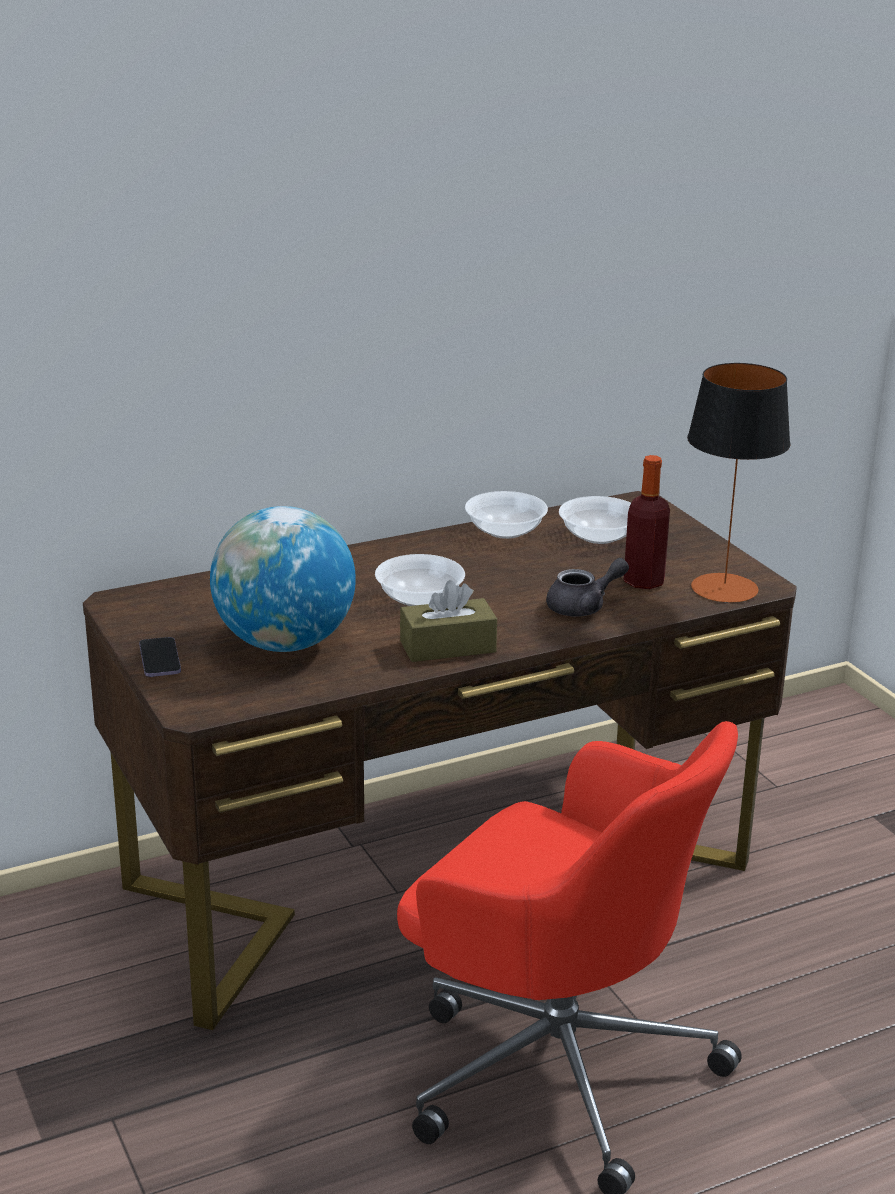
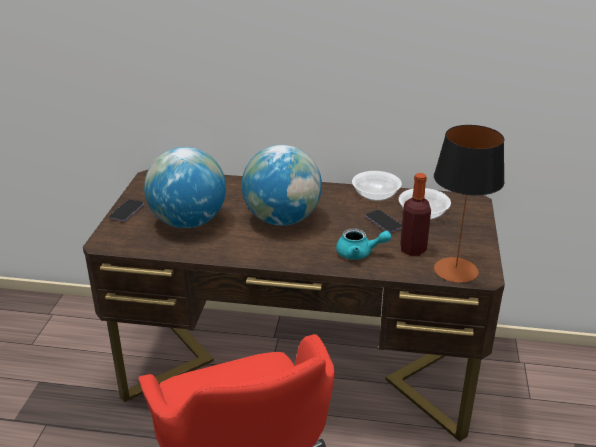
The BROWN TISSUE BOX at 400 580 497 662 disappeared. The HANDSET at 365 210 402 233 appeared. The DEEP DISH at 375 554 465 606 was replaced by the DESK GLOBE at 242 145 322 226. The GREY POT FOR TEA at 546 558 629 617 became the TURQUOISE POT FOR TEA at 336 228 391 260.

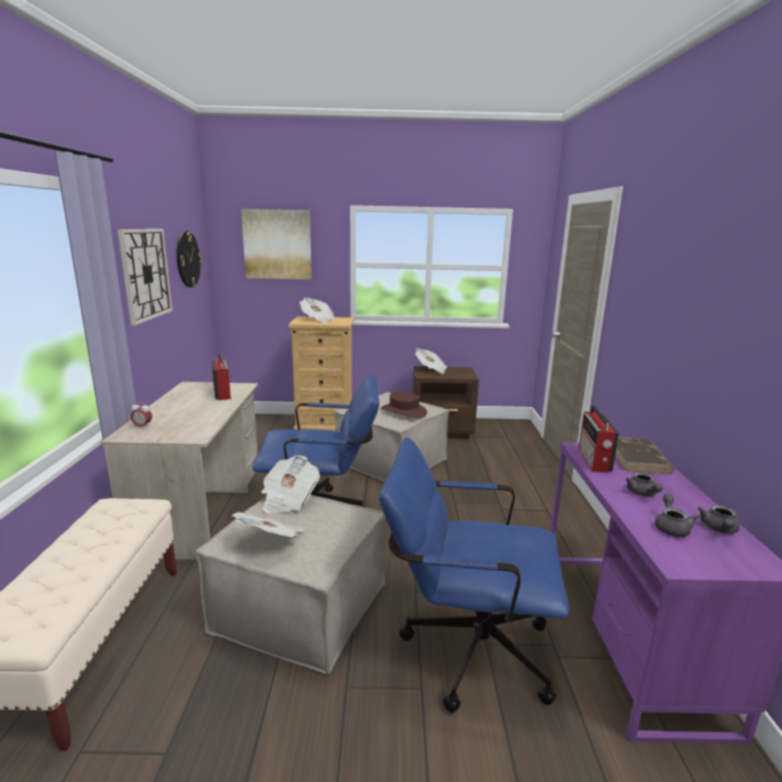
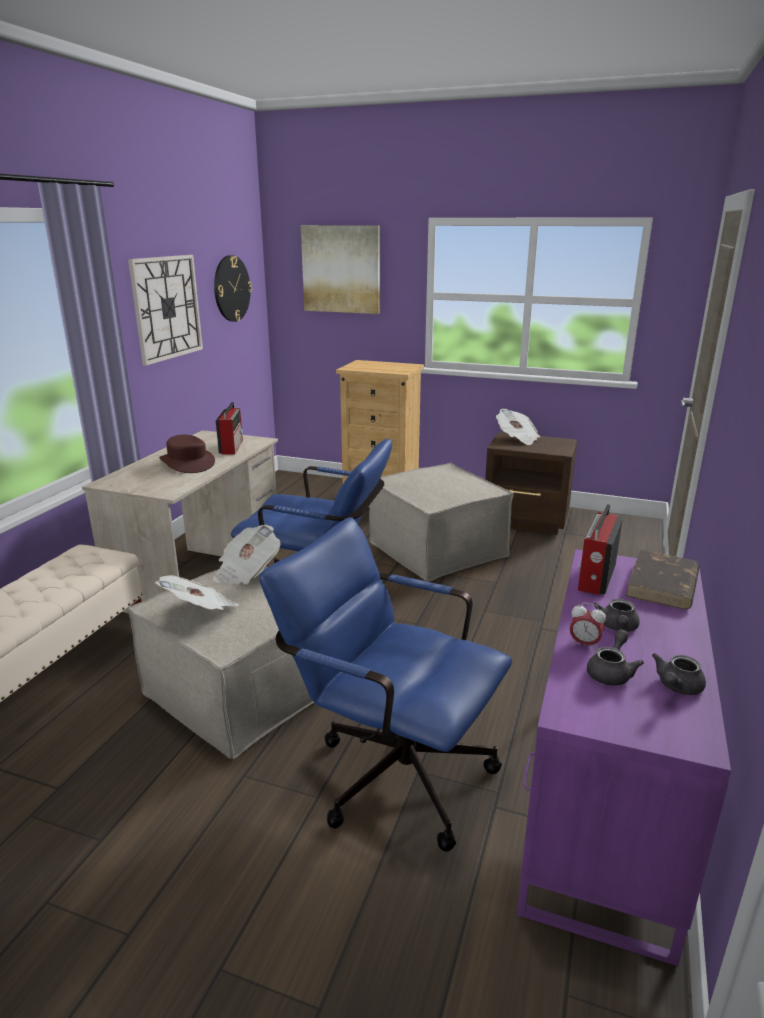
The PRINTED PAPER at 299 298 336 323 disappeared. The ALARM CLOCK moved from 131 402 152 428 to 570 602 606 650. The BROWN CLOTHING HAT moved from 381 391 427 418 to 159 435 215 473.

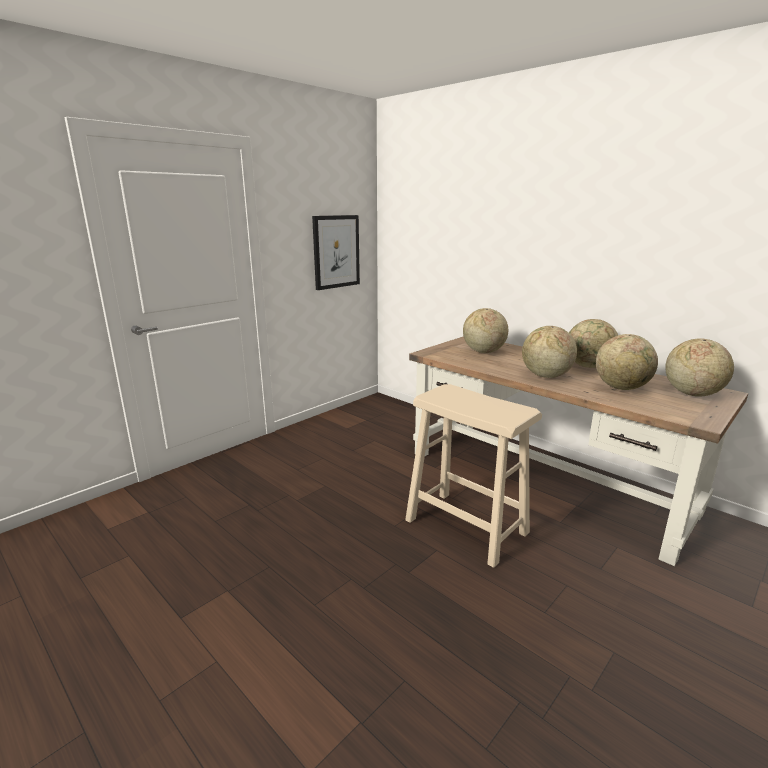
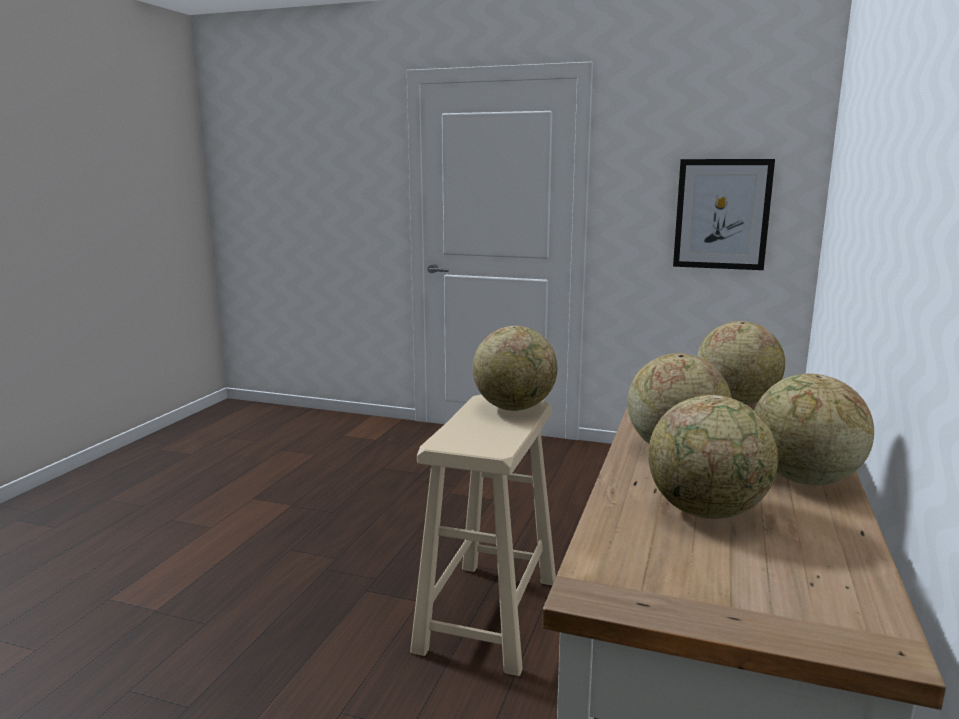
The DESK GLOBE moved from 665 338 734 397 to 473 326 557 411.

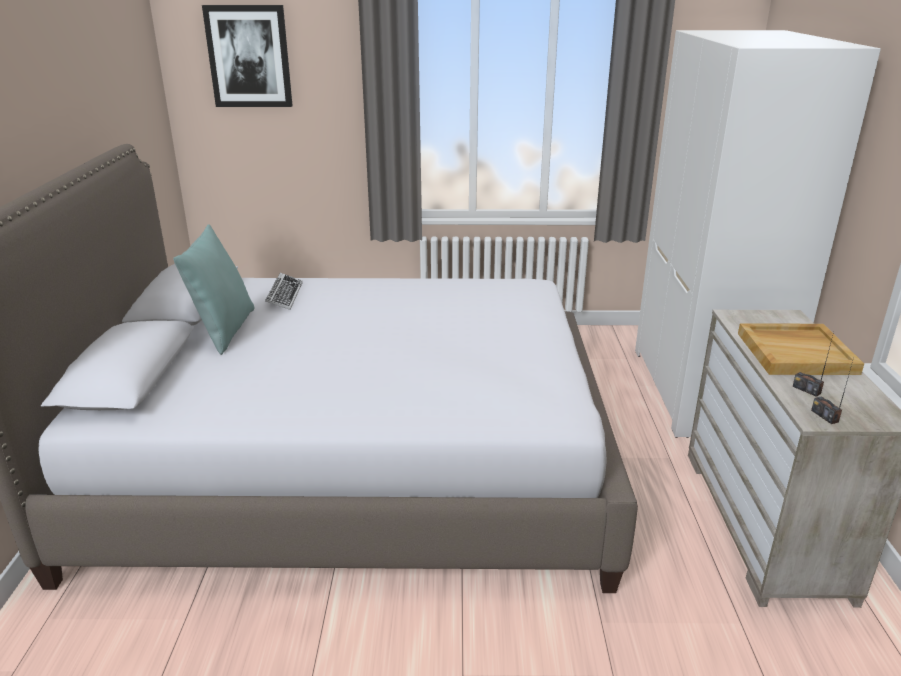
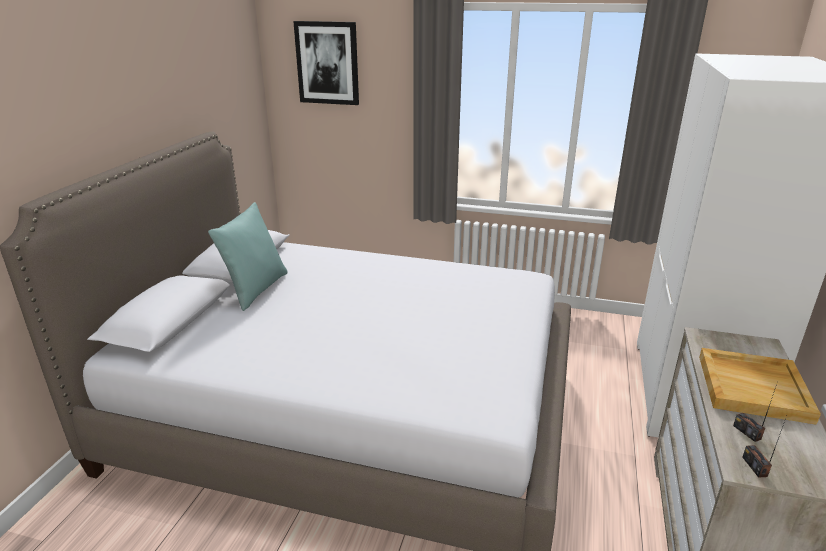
The KEYBOARD at 265 273 303 310 disappeared.

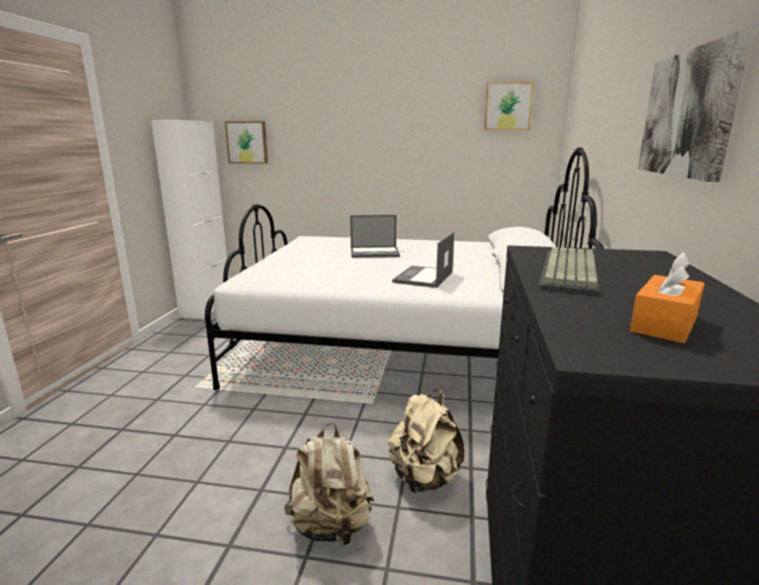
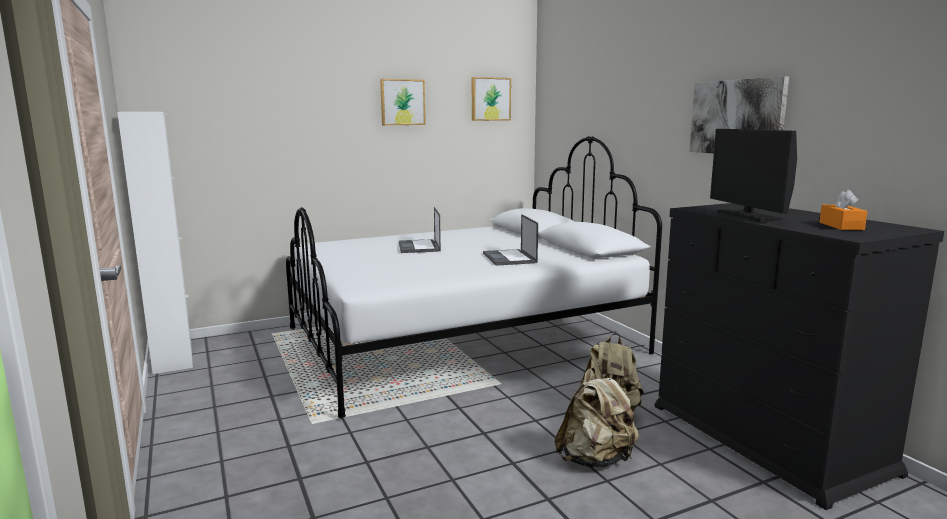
The WALL PICTURE moved from 225 121 268 164 to 380 79 426 125. The KEYBOARD at 539 247 600 295 was replaced by the MONITOR at 710 129 797 221. The NOTEBOOK COMPUTER at 350 215 400 258 turned 120 degrees clockwise.

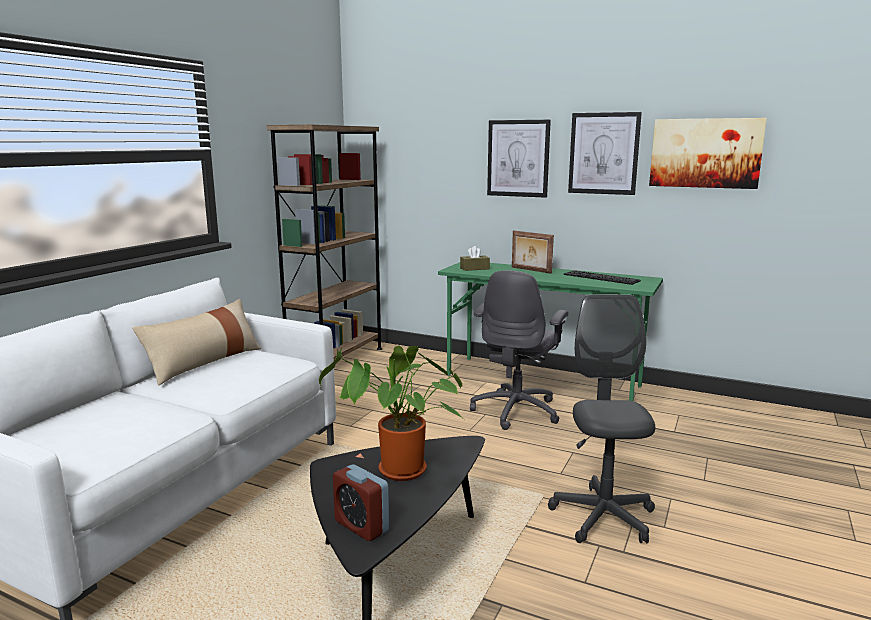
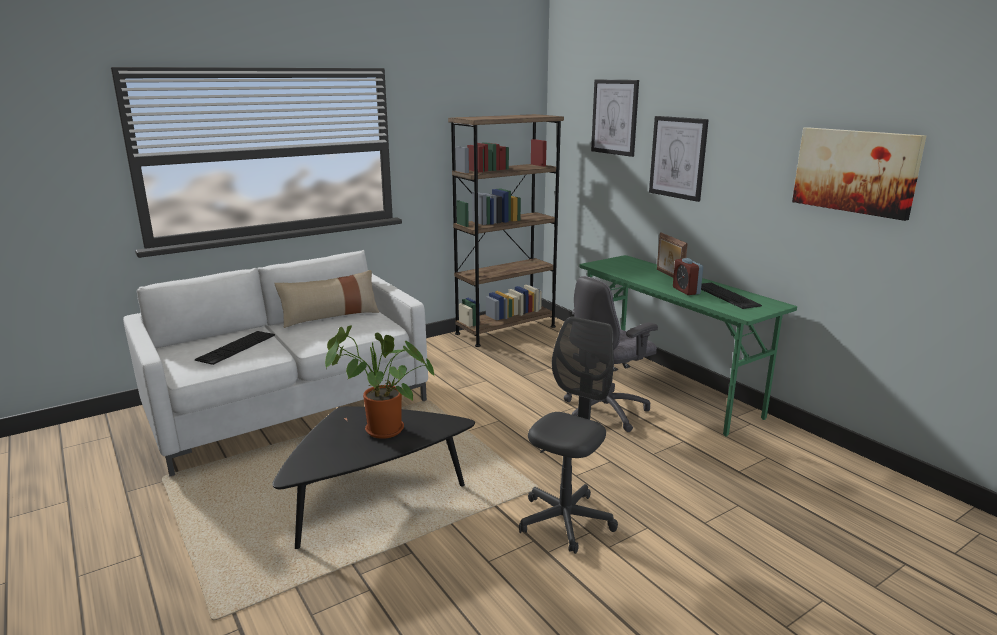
The BROWN TISSUE BOX at 460 246 490 271 disappeared. The KEYBOARD at 195 331 275 365 appeared. The ALARM CLOCK moved from 333 464 389 541 to 673 258 703 295. The WALL PICTURE moved from 568 112 642 195 to 591 80 639 157.

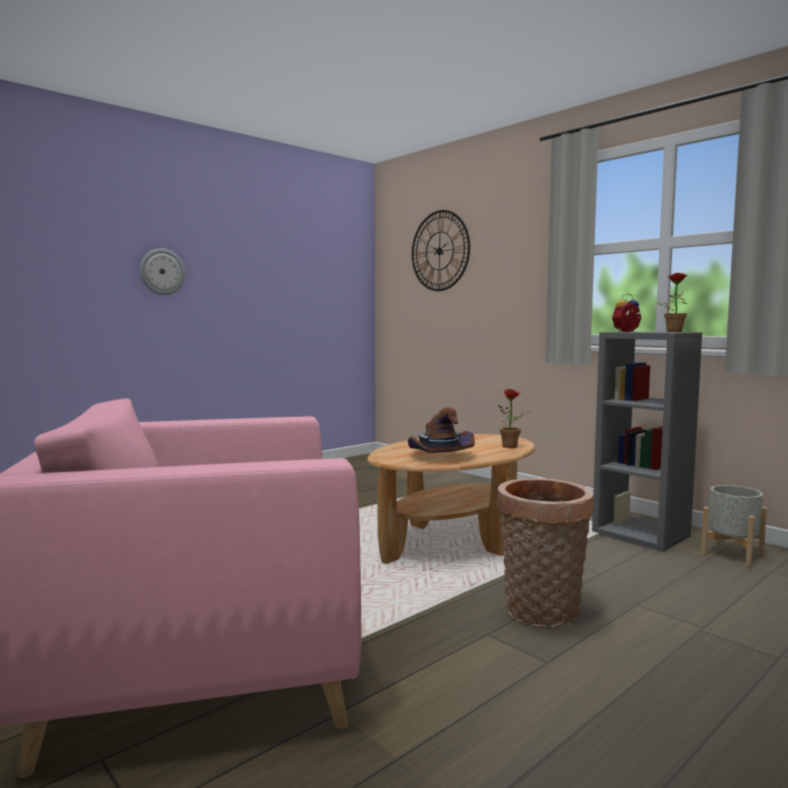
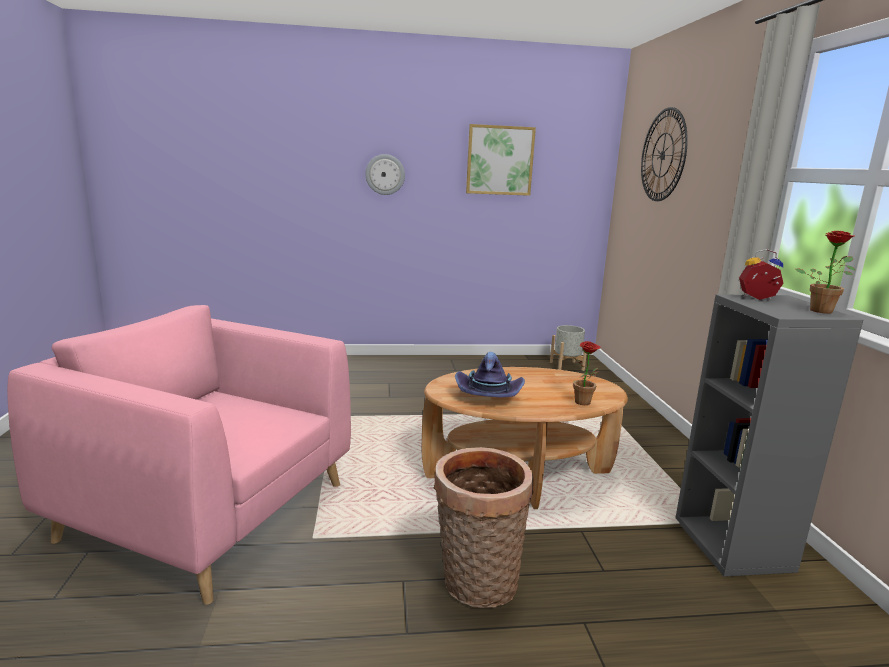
The WALL PICTURE at 466 124 536 196 appeared. The GREY PLANT POT moved from 701 485 767 567 to 550 325 587 371. The BROWN CLOTHING HAT at 408 407 475 453 became the PURPLE-COLOURED CLOTHING HAT at 455 352 525 397.

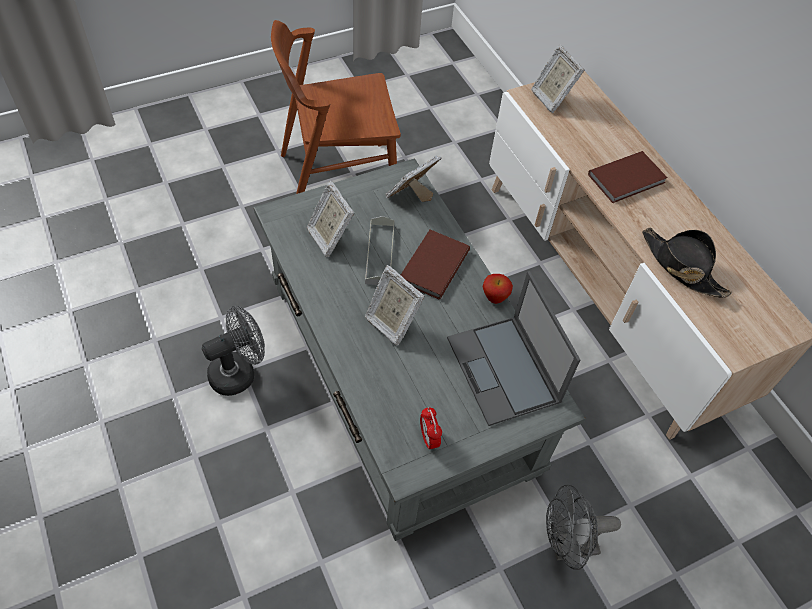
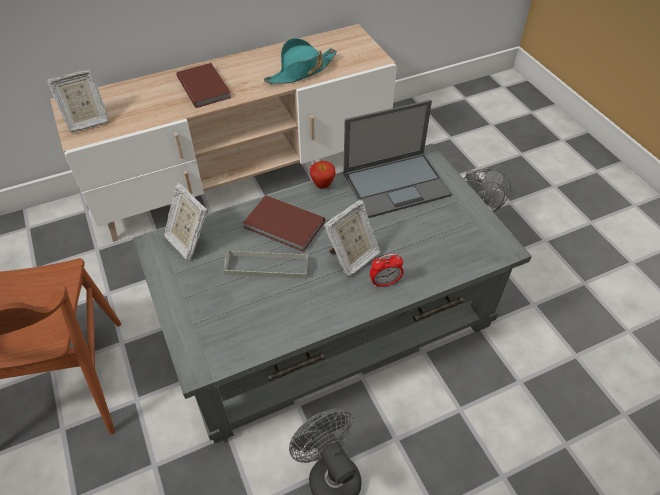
The STANDING FRAME at 307 181 354 257 disappeared. The ALARM CLOCK moved from 420 407 442 449 to 370 254 403 287. The BLACK CLOTHING HAT at 642 227 732 298 became the TURQUOISE CLOTHING HAT at 264 38 337 84.

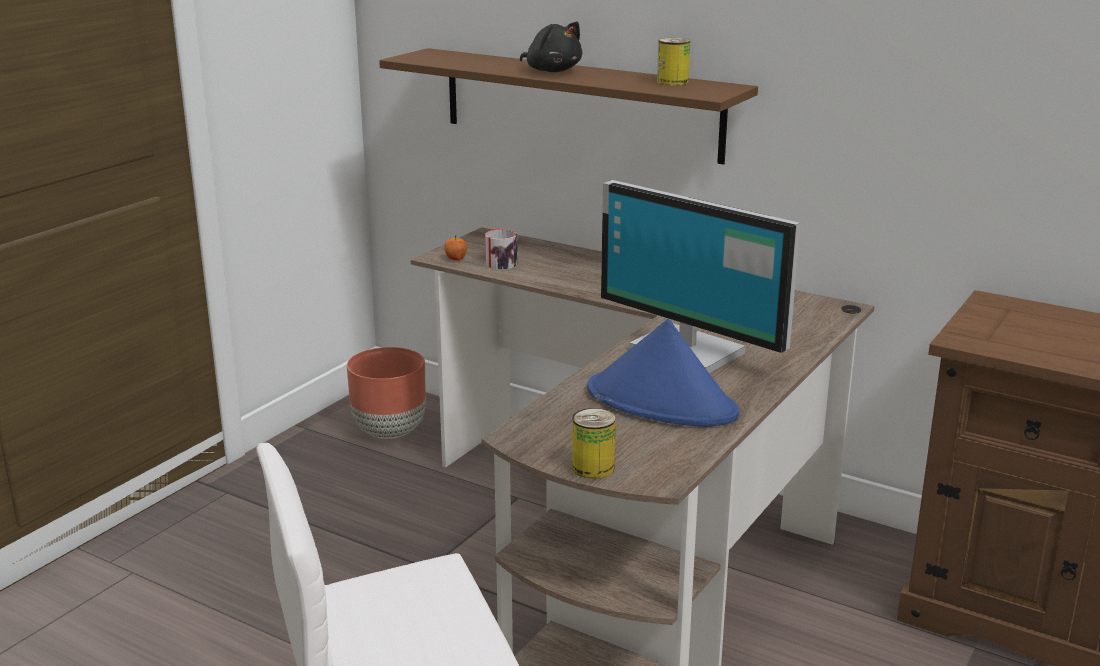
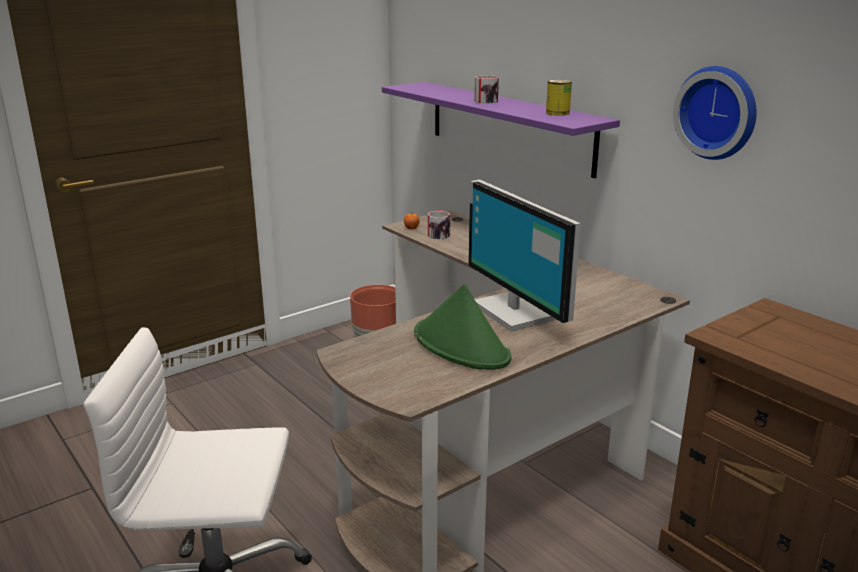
The METAL CAN at 572 408 616 479 disappeared. The WALL CLOCK at 673 66 757 160 appeared. The BLACK PLUSH TOY at 520 22 582 72 was replaced by the COFFEE MUG at 474 75 499 103. The BROWN SHELF at 379 48 758 165 became the PURPLE-COLOURED SHELF at 382 82 620 178. The BLUISH CLOTHING HAT at 587 319 739 427 became the GREEN CLOTHING HAT at 414 284 511 370.

